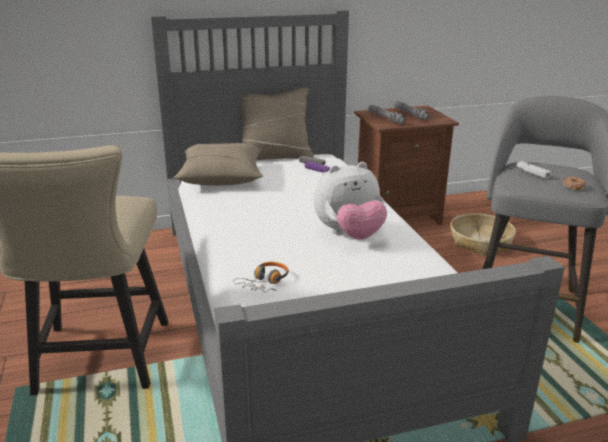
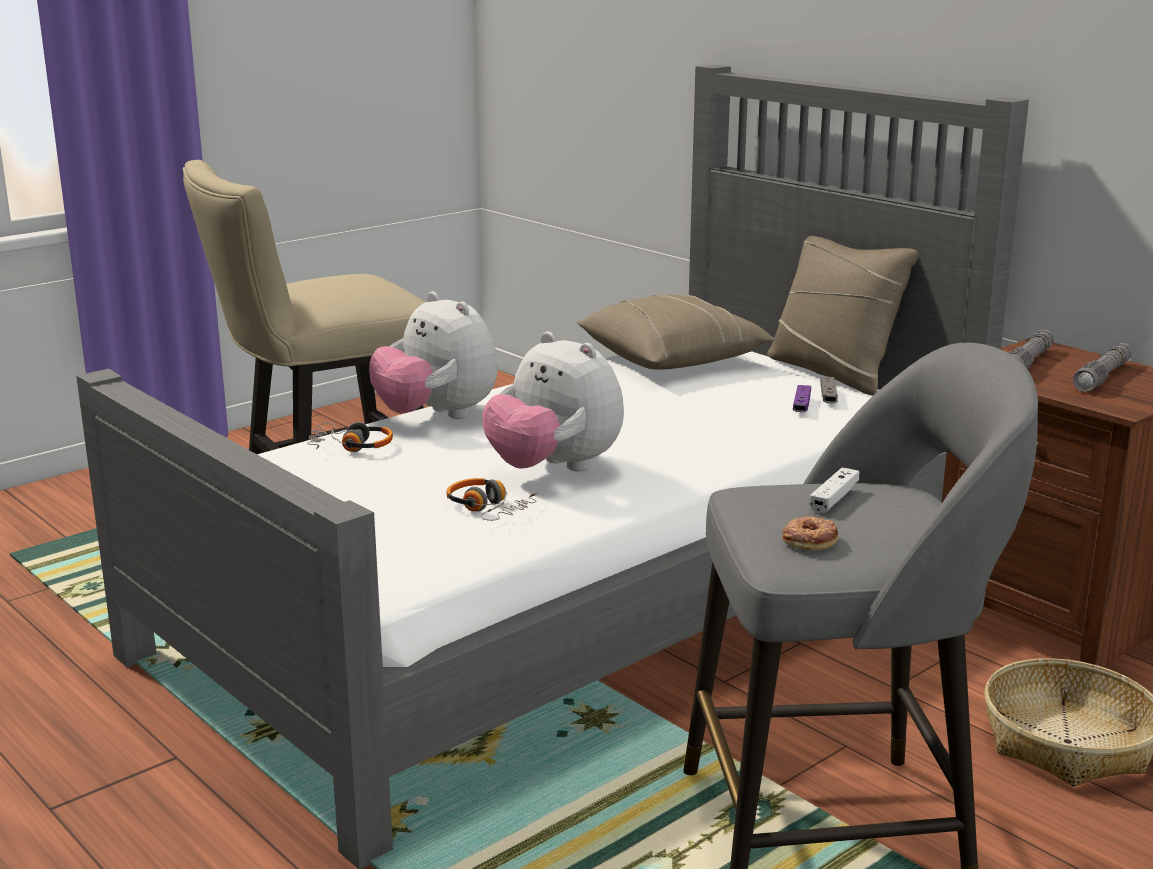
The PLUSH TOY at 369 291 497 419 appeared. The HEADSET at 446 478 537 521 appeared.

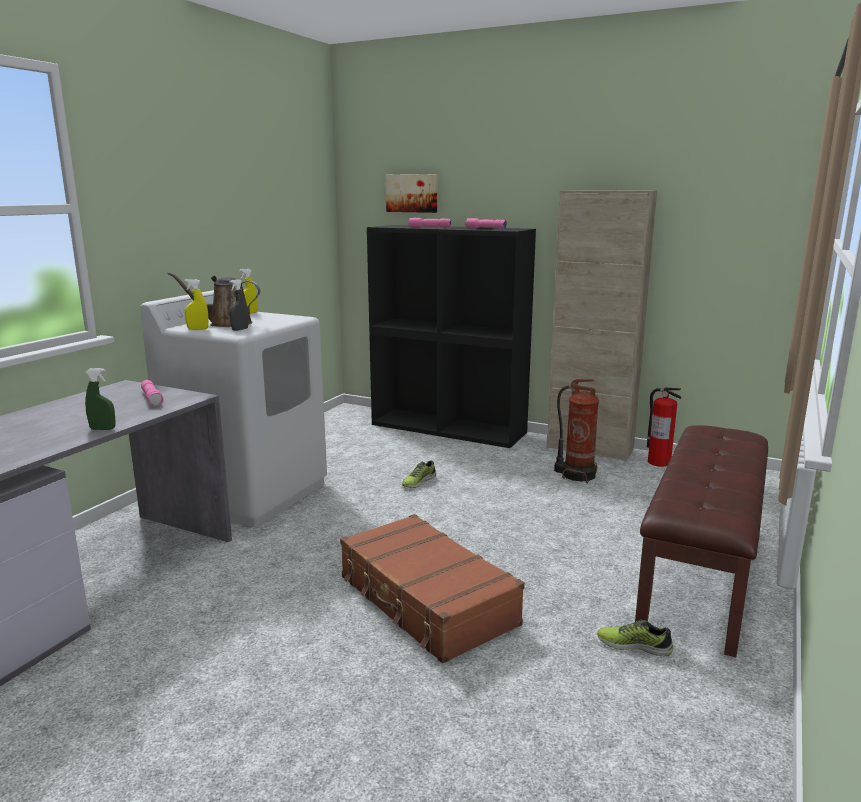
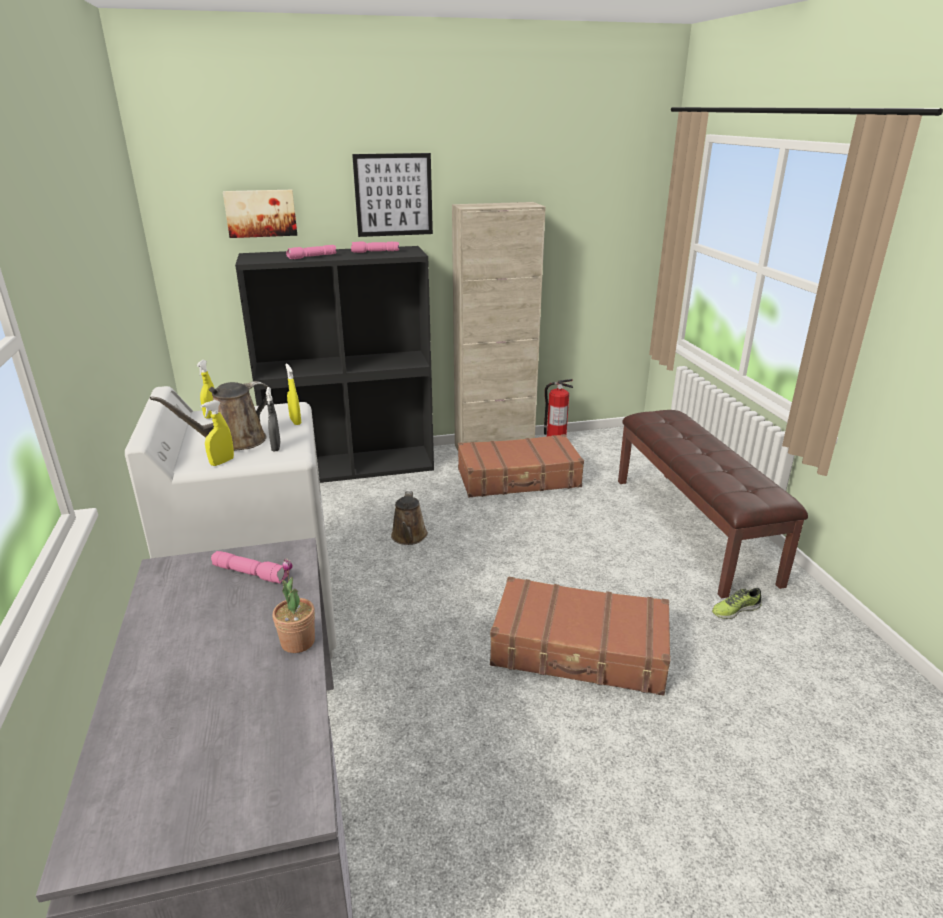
The YELLOWISH SPRAY BOTTLE at 285 364 301 425 appeared. The WALL PICTURE at 352 153 433 237 appeared. The GREEN SPRAY BOTTLE at 85 368 115 430 was replaced by the POTTED PLANT at 273 558 315 653. The ITEM OF FOOTWEAR at 402 460 436 488 was replaced by the BROWN WATERING POT at 391 491 428 545. The FIRE-FIGHTING CYLINDER at 554 379 599 483 was replaced by the BROWN PIECE OF LUGGAGE at 458 434 584 497.

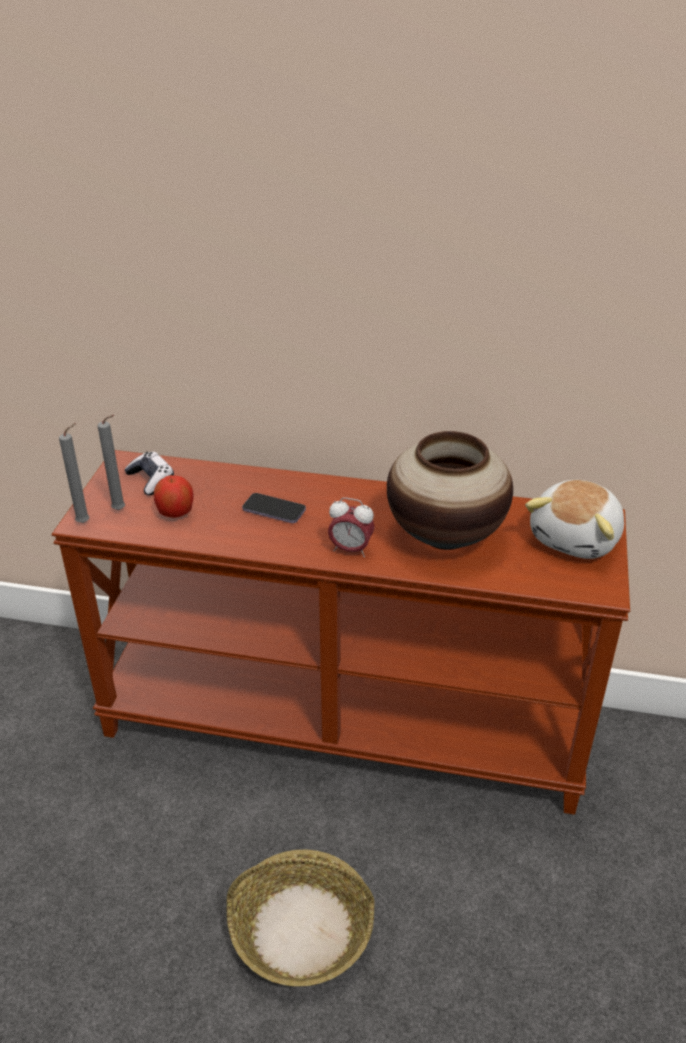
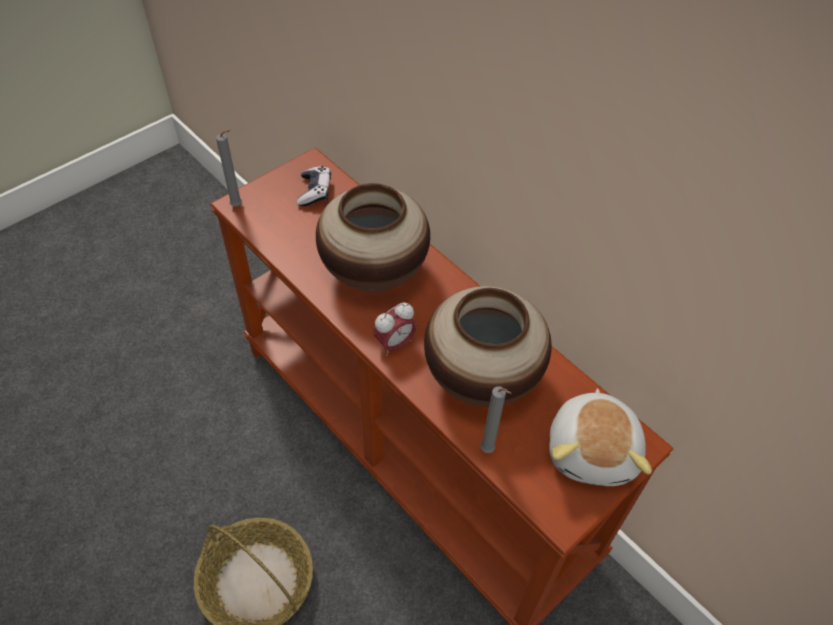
The WHOLE APPLE at 154 475 194 518 disappeared. The GREY WAX LIGHT moved from 98 415 125 510 to 480 386 512 453. The HANDSET at 242 493 306 523 was replaced by the DECORATIVE VASE at 316 183 430 291. The ALARM CLOCK at 328 497 375 557 turned 90 degrees counterclockwise. The PLUSH TOY at 525 480 624 559 turned 60 degrees counterclockwise.

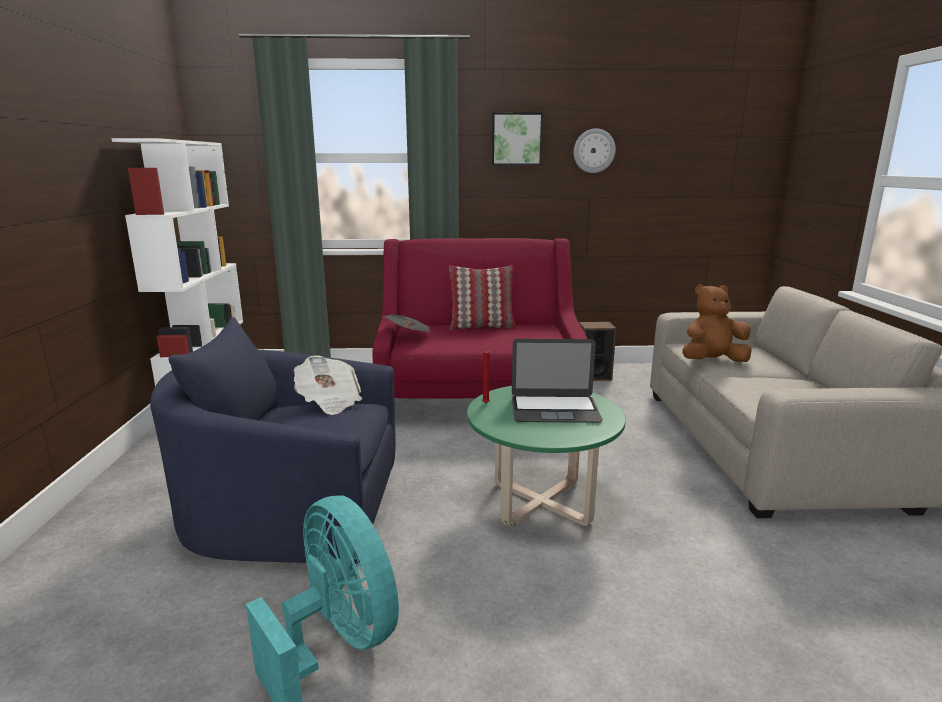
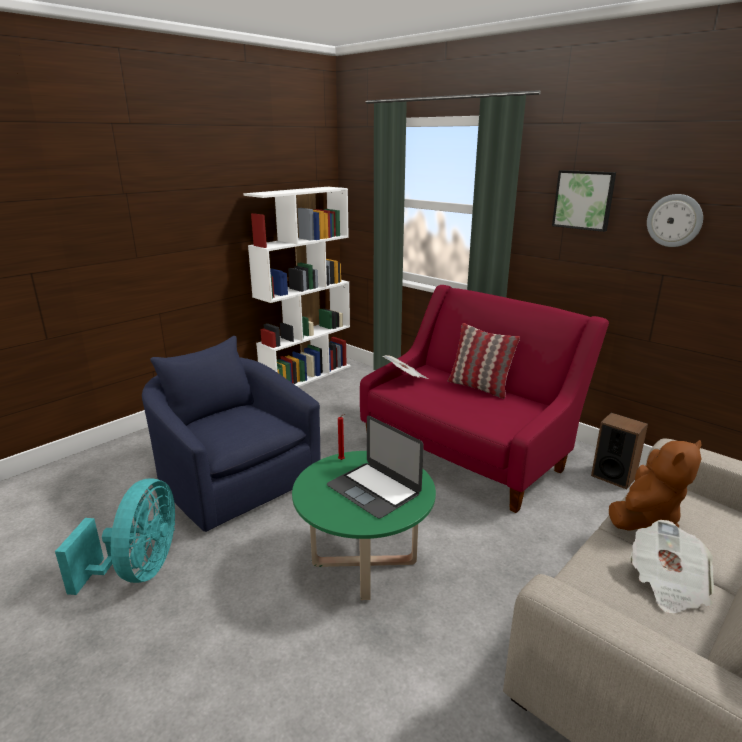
The PRINTED PAPER moved from 294 355 362 415 to 630 520 714 613. The BROWN PLUSH TOY at 682 284 751 362 turned 105 degrees clockwise.

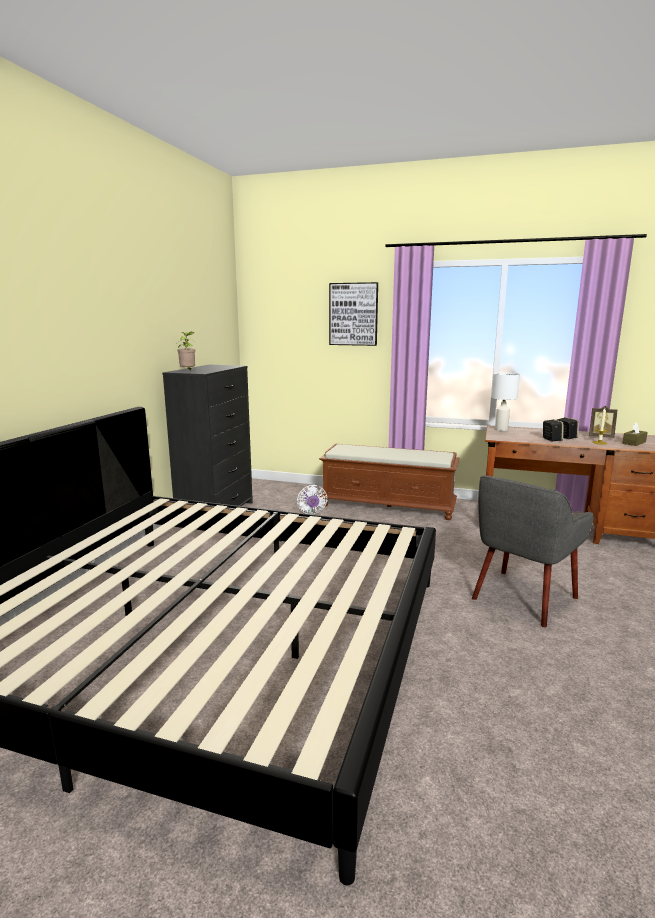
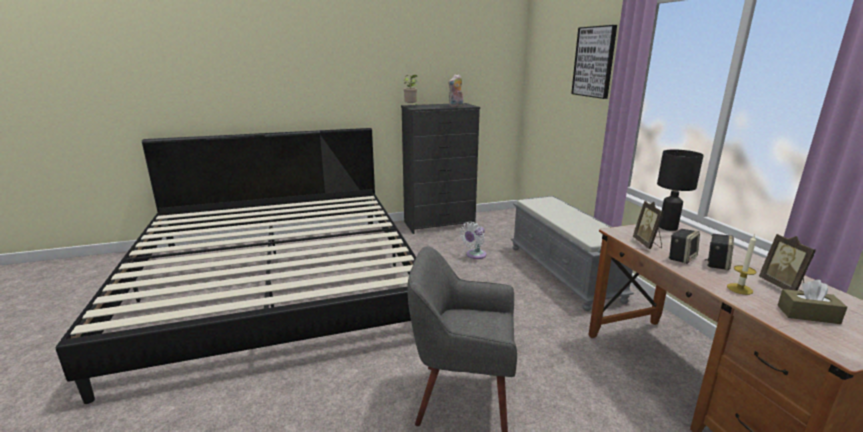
The PLUSH TOY at 448 74 463 107 appeared. The STANDING FRAME at 633 201 664 249 appeared. The BROWN BENCH at 319 444 459 520 became the GREY BENCH at 511 196 634 311. The WHITE-COLOURED TABLE LAMP at 491 373 520 431 became the BLACK TABLE LAMP at 657 150 704 231.

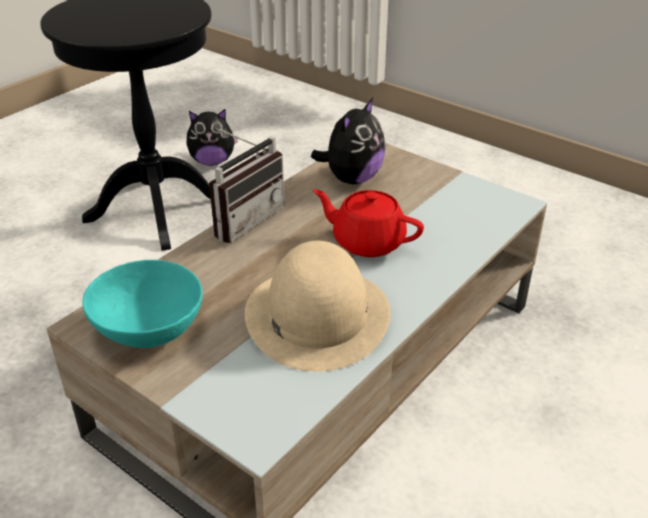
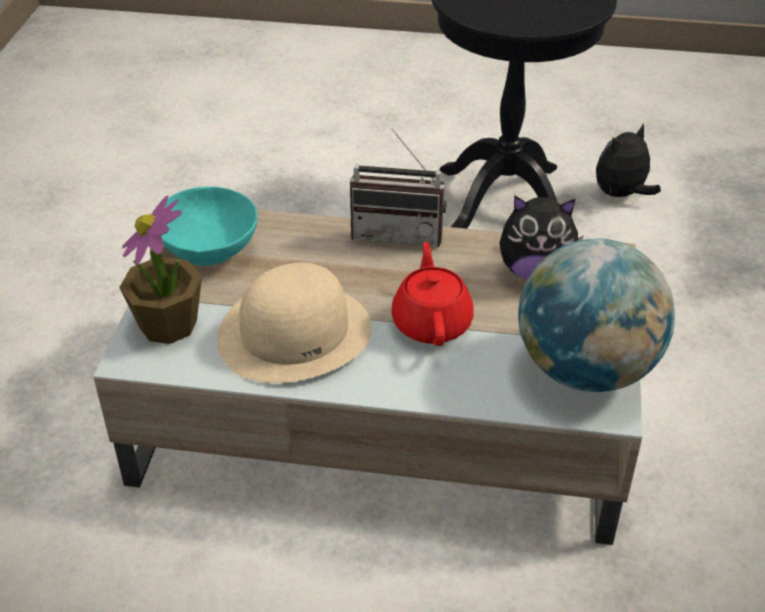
The POTTED PLANT at 119 196 202 344 appeared. The DESK GLOBE at 518 238 675 392 appeared. The PLUSH TOY at 186 109 238 166 turned 90 degrees clockwise.

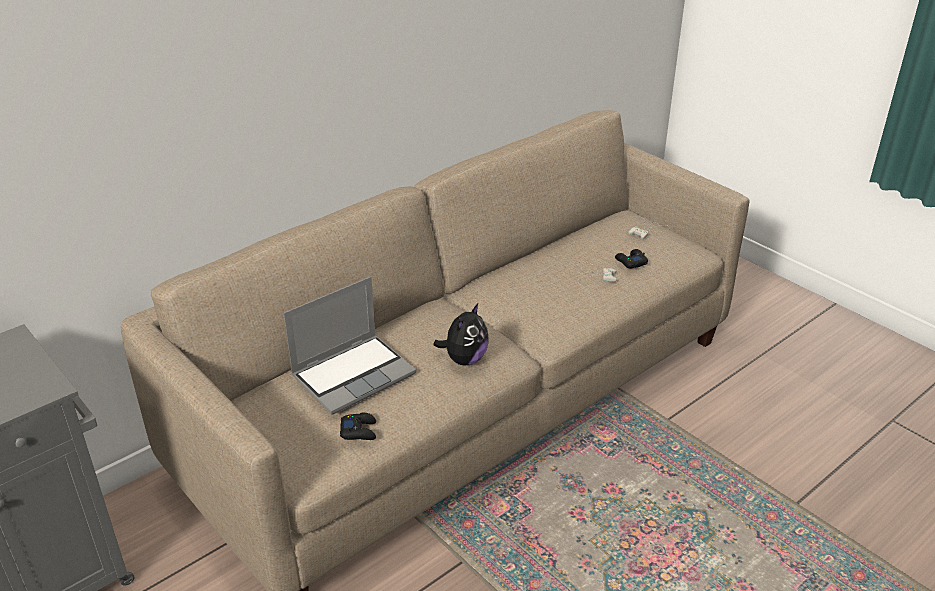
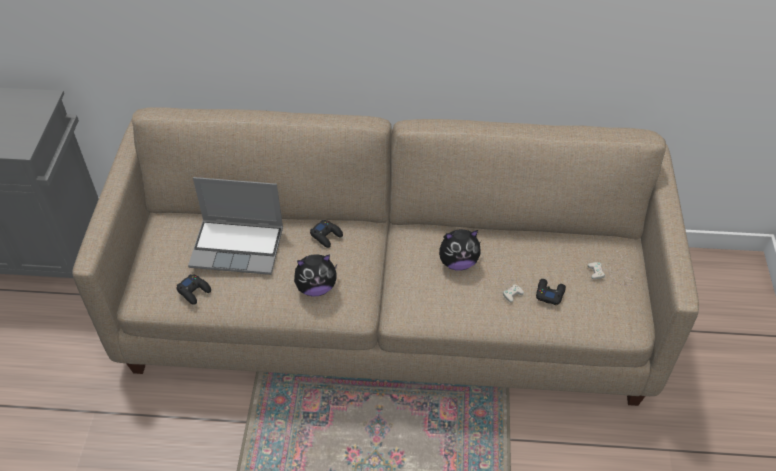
The BLACK GAME CONTROLLER at 310 220 343 248 appeared. The PLUSH TOY at 439 229 481 271 appeared.

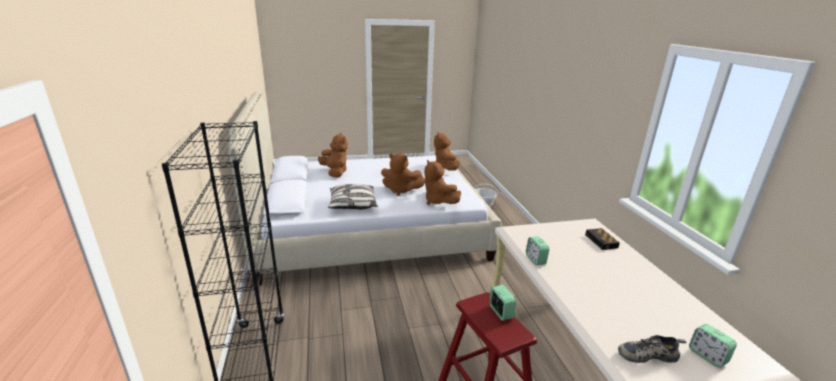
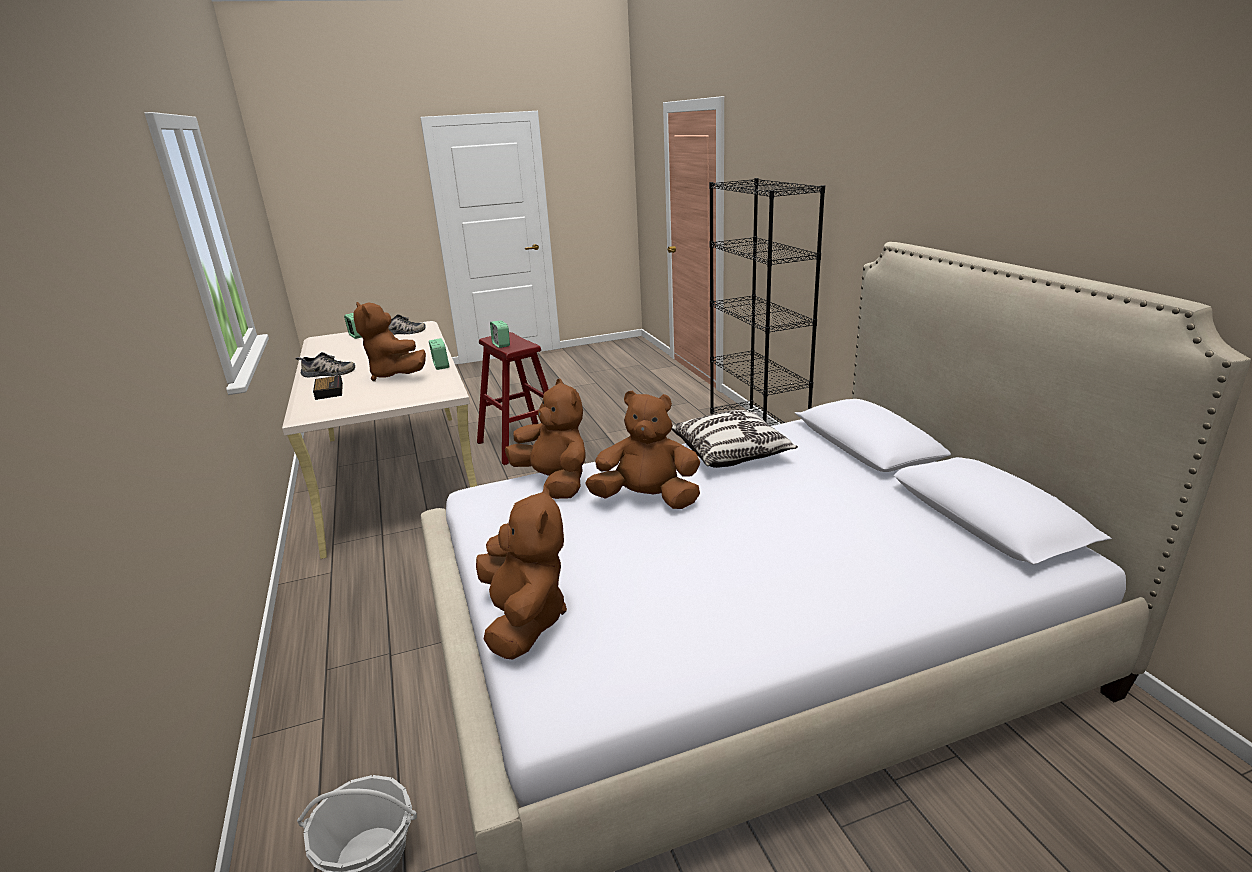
The ITEM OF FOOTWEAR at 296 352 355 377 appeared. The BROWN PLUSH TOY moved from 318 132 348 178 to 353 302 426 381.

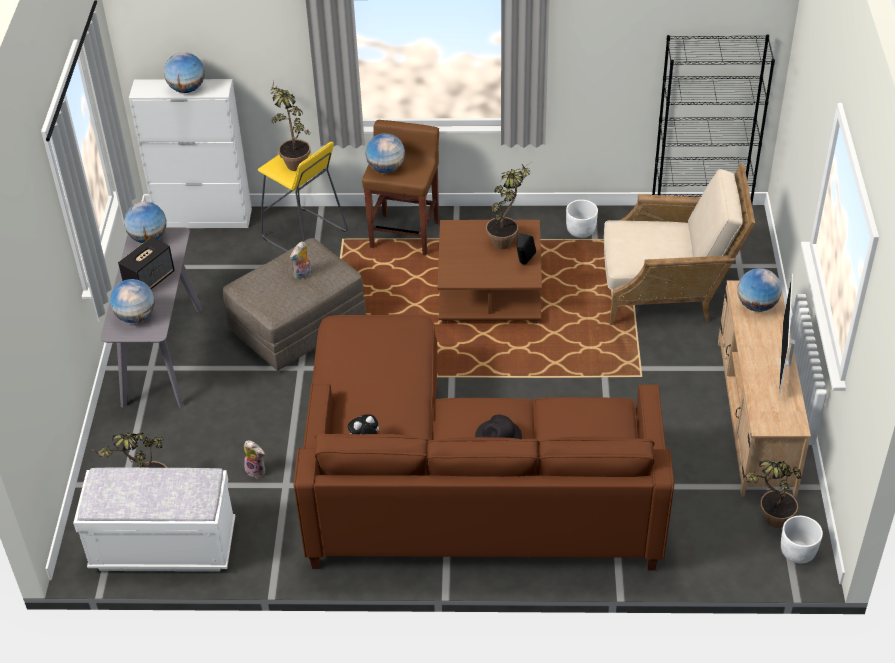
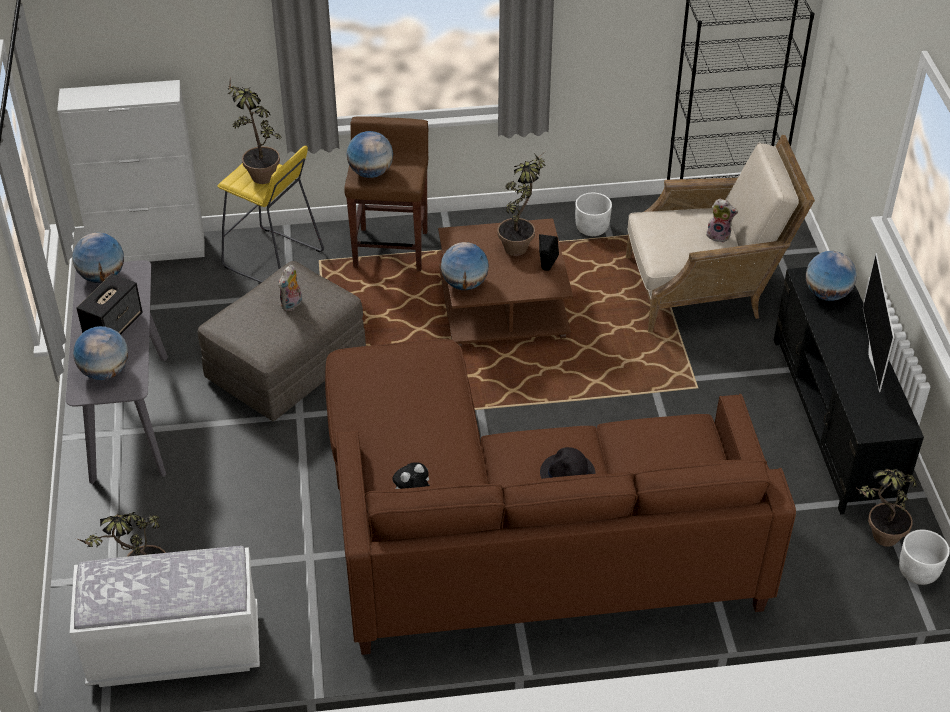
The DESK GLOBE moved from 164 52 205 93 to 441 242 489 290. The PLUSH TOY moved from 244 440 265 478 to 706 199 738 242. The SAND-COLOURED MEDIA CONSOLE at 718 281 811 497 became the BLACK MEDIA CONSOLE at 774 267 924 514.

